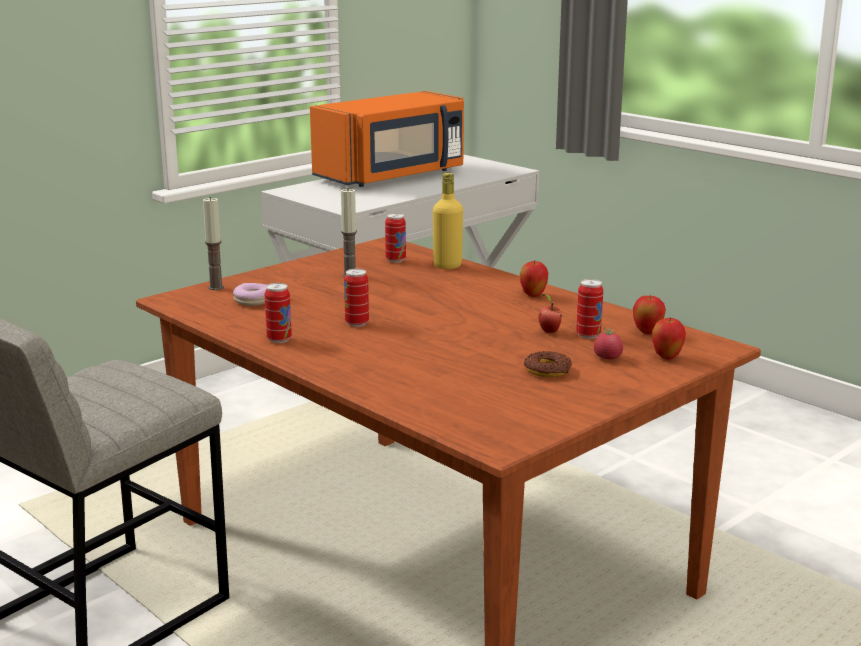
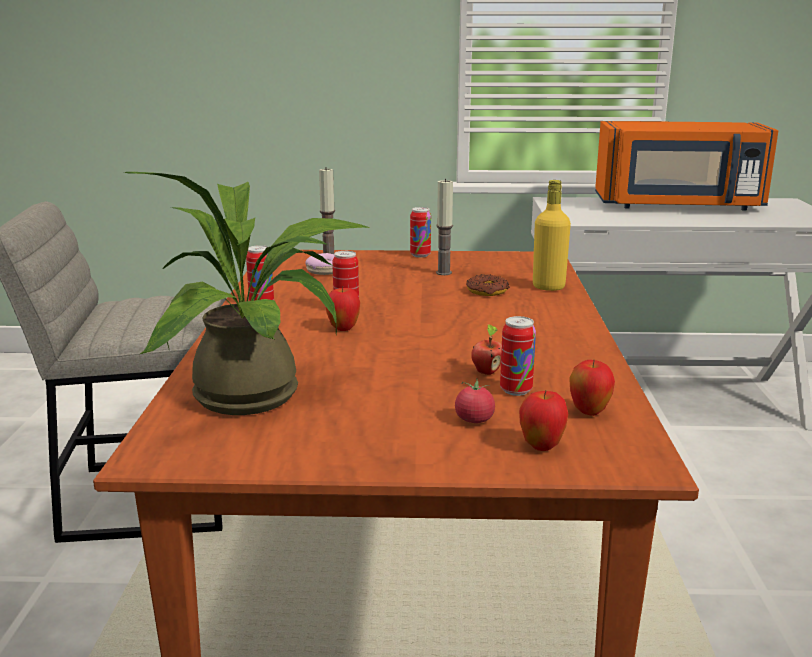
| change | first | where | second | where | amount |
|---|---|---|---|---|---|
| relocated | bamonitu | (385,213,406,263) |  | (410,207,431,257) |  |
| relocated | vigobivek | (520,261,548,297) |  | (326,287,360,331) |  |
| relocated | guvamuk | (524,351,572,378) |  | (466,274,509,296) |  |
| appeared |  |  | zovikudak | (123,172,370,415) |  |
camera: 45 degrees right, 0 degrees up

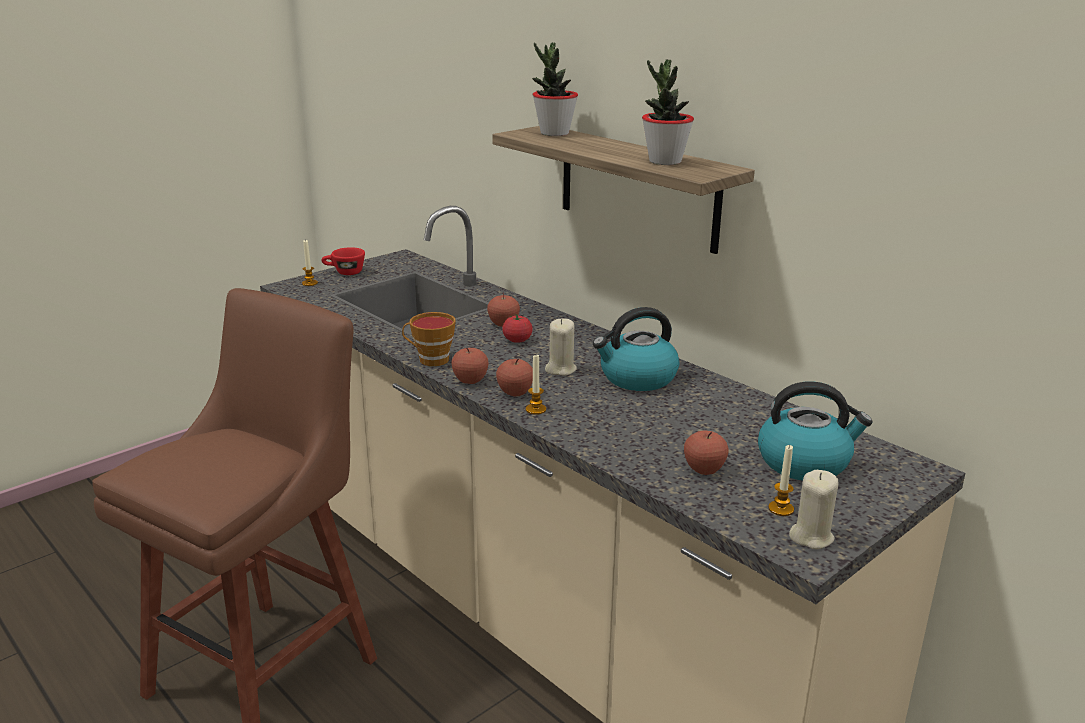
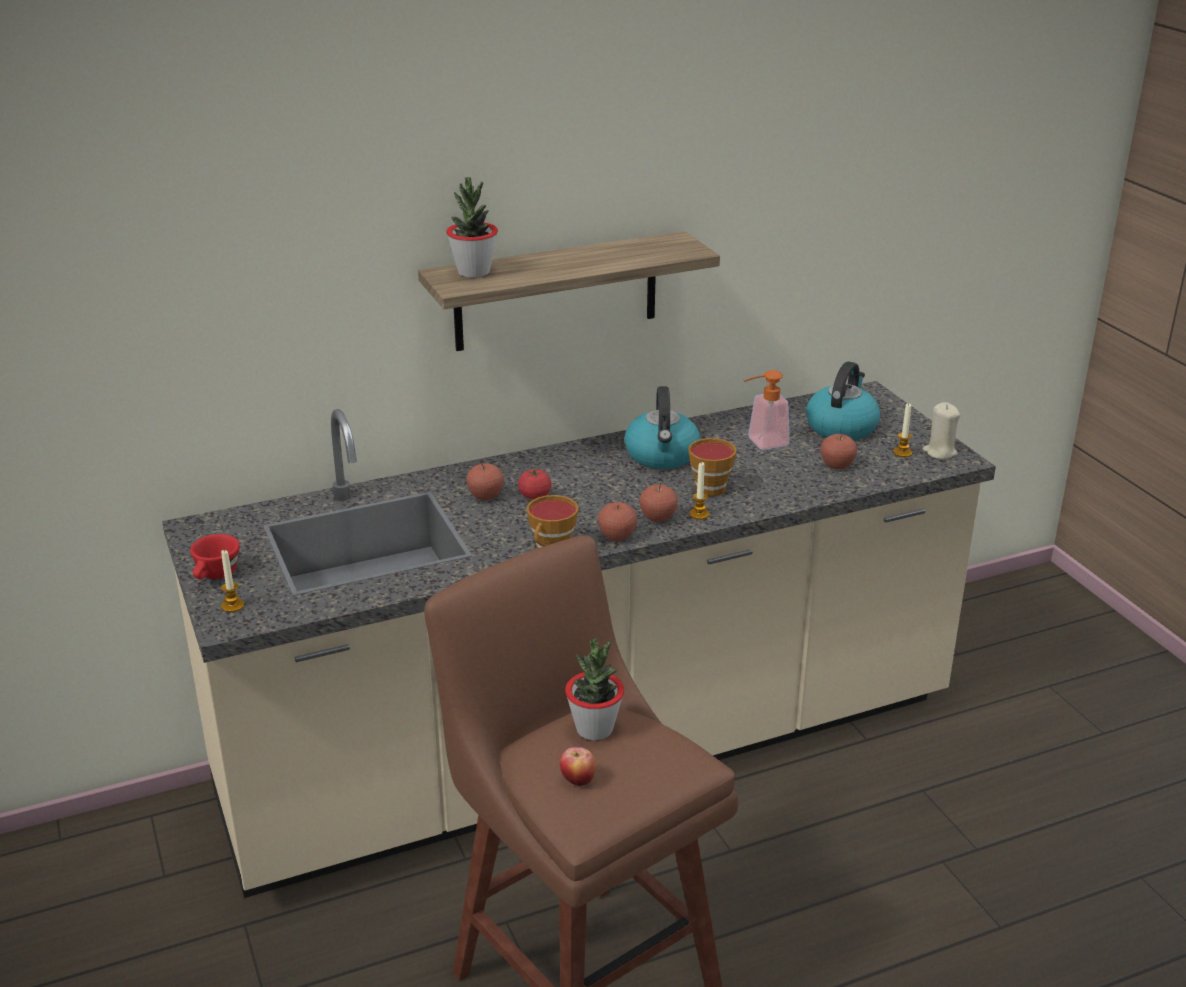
| change | first | where | second | where | amount |
|---|---|---|---|---|---|
| missing | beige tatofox | (545,318,577,376) |  |  |  |
| relocated | zovikudak | (642,60,694,165) |  | (565,638,624,740) |  |
| appeared |  |  | vigobivek | (560,747,596,787) |  |
| appeared |  |  | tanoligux | (688,438,737,496) |  |
| appeared |  |  | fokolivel | (744,370,790,450) |  |
camera: 70 degrees left, 5 degrees up

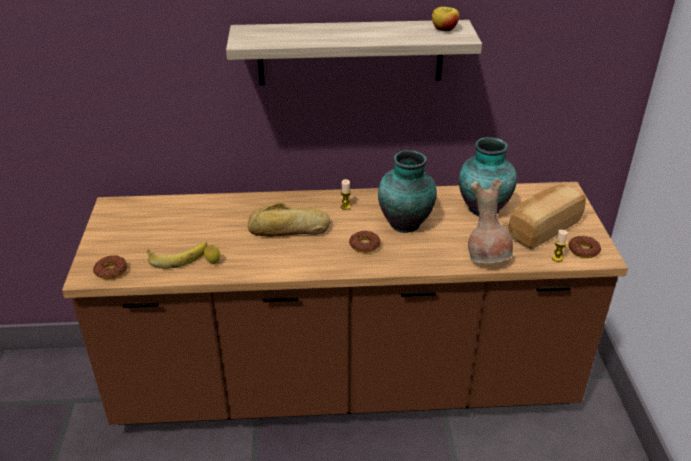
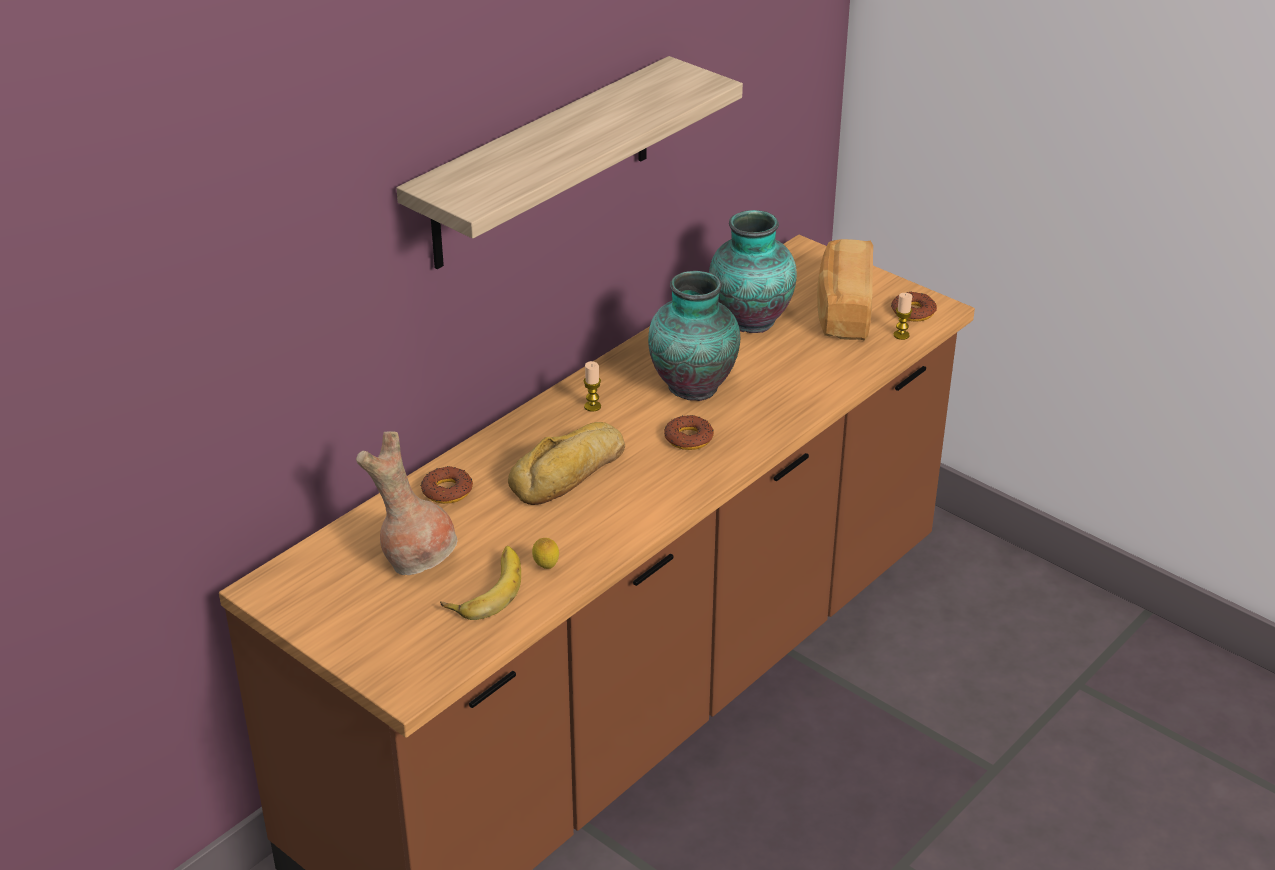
| change | first | where | second | where | amount |
|---|---|---|---|---|---|
| relocated | guvamuk | (93,255,127,279) |  | (421,466,473,504) |  |
| missing | vigobivek | (432,7,459,31) |  |  |  |
| relocated | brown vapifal | (468,178,513,263) |  | (356,431,457,575) |  |
camera: 45 degrees left, 0 degrees up

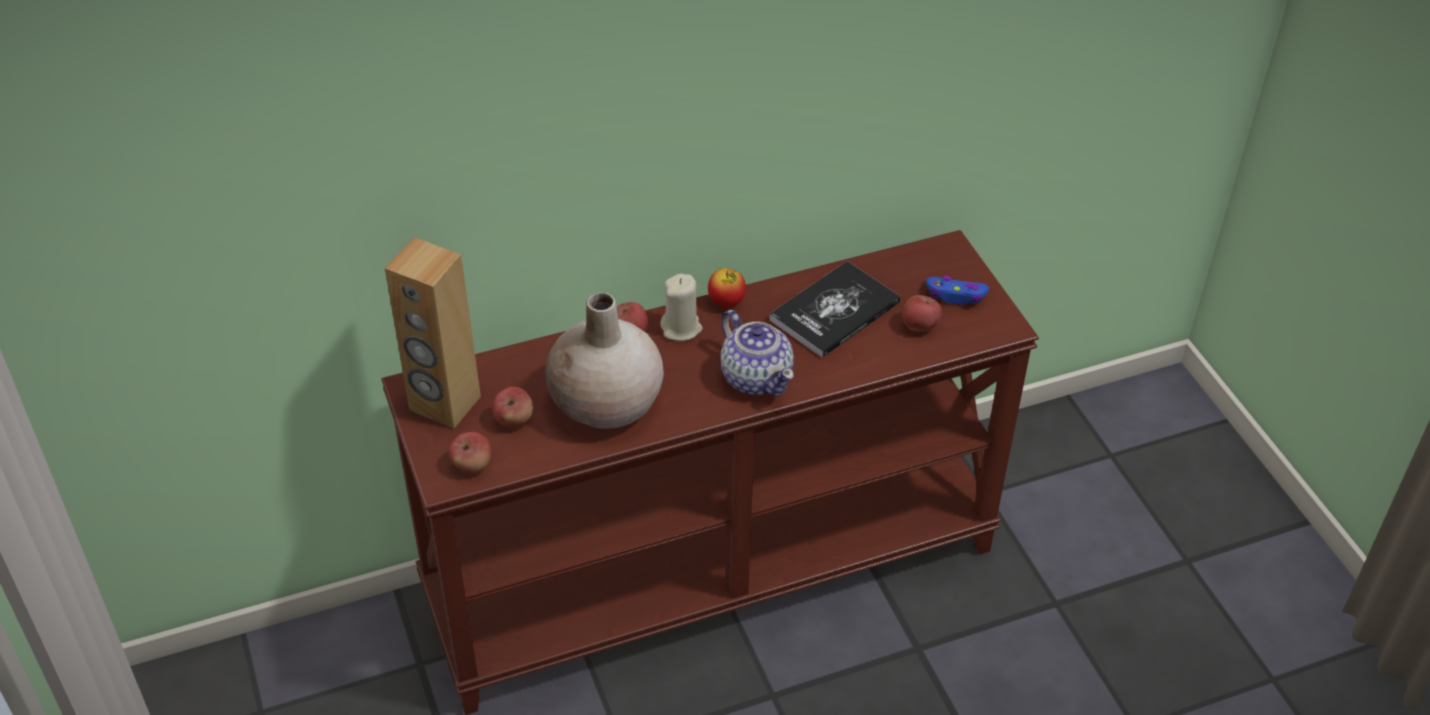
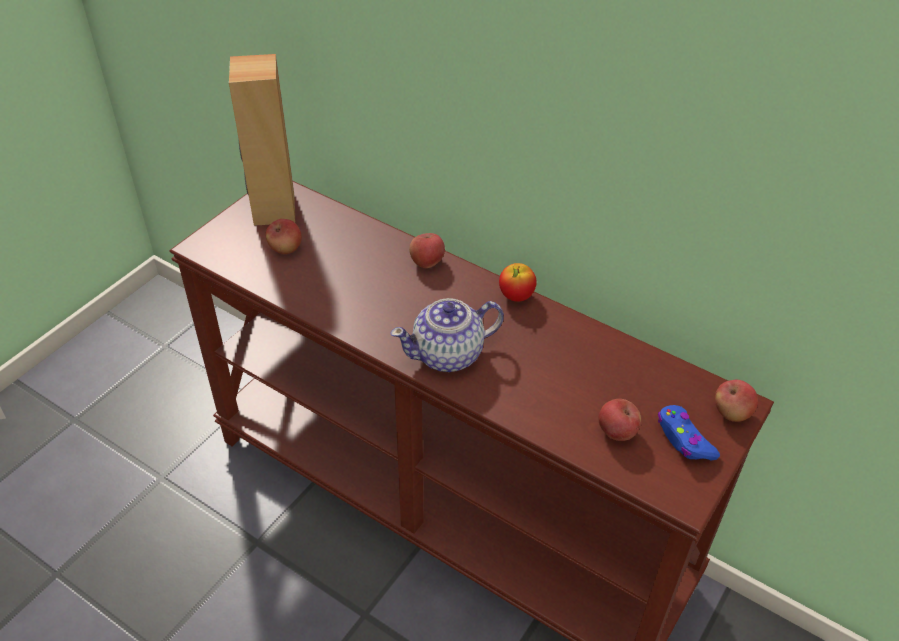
| change | first | where | second | where | amount |
|---|---|---|---|---|---|
| relocated | vigobivek | (449,432,491,473) |  | (715,380,758,422) |  |
| missing | beige vapifal | (545,293,664,429) |  |  |  |
| missing | beige tatofox | (661,274,702,341) |  |  |  |
| spun | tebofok | (721,310,794,396) |  | (390,298,504,372) | 45 degrees clockwise |
| missing | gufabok | (769,261,901,358) |  |  |  |
camera: 55 degrees right, 0 degrees up

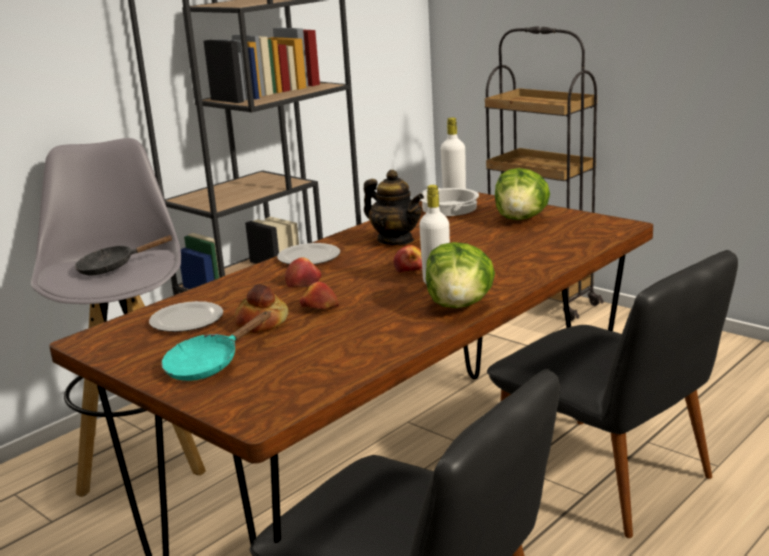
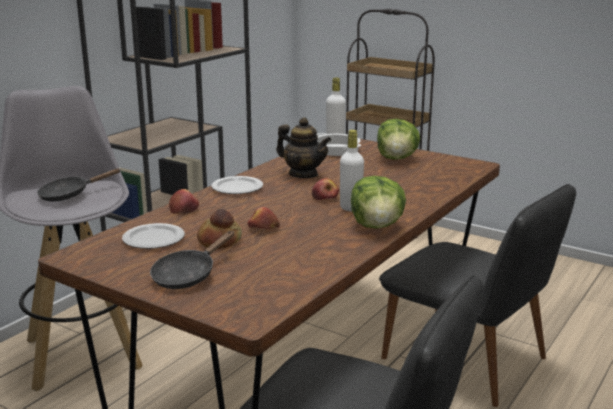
| change | first | where | second | where | amount |
|---|---|---|---|---|---|
| colour | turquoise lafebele | (161,311,271,381) | black lafebele | (150,231,234,289) |  |
| relocated | vigobivek | (285,257,321,287) |  | (169,189,199,214) |  |
camera: 10 degrees left, 0 degrees up

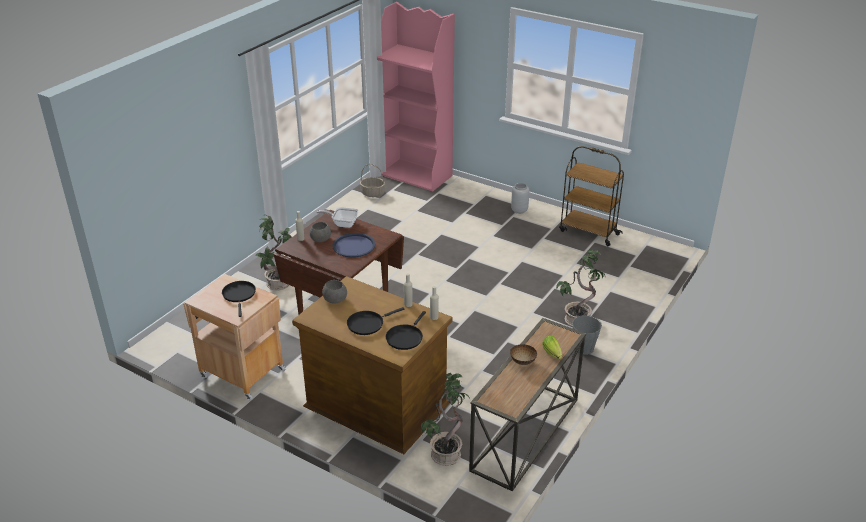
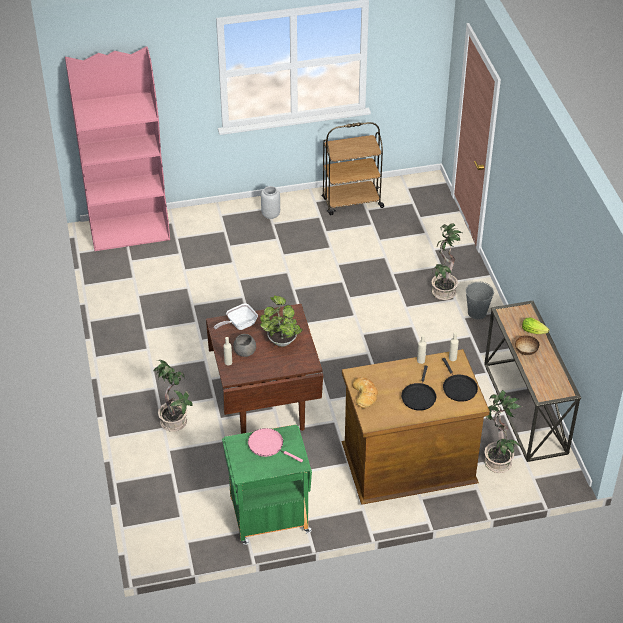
| change | first | where | second | where | amount |
|---|---|---|---|---|---|
| colour | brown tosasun | (183,274,286,400) | green tosasun | (222,424,312,545) |  |
| colour | black lafebele | (222,281,256,317) | pink lafebele | (248,428,303,462) |  |
| exchanged | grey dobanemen | (322,280,347,303) | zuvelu | (352,377,378,408) |  |
| exchanged | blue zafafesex | (332,233,375,258) | zovikudak | (260,295,302,347) |  |
| missing | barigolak | (360,164,385,197) |  |  |  |
camera: 45 degrees left, 10 degrees up

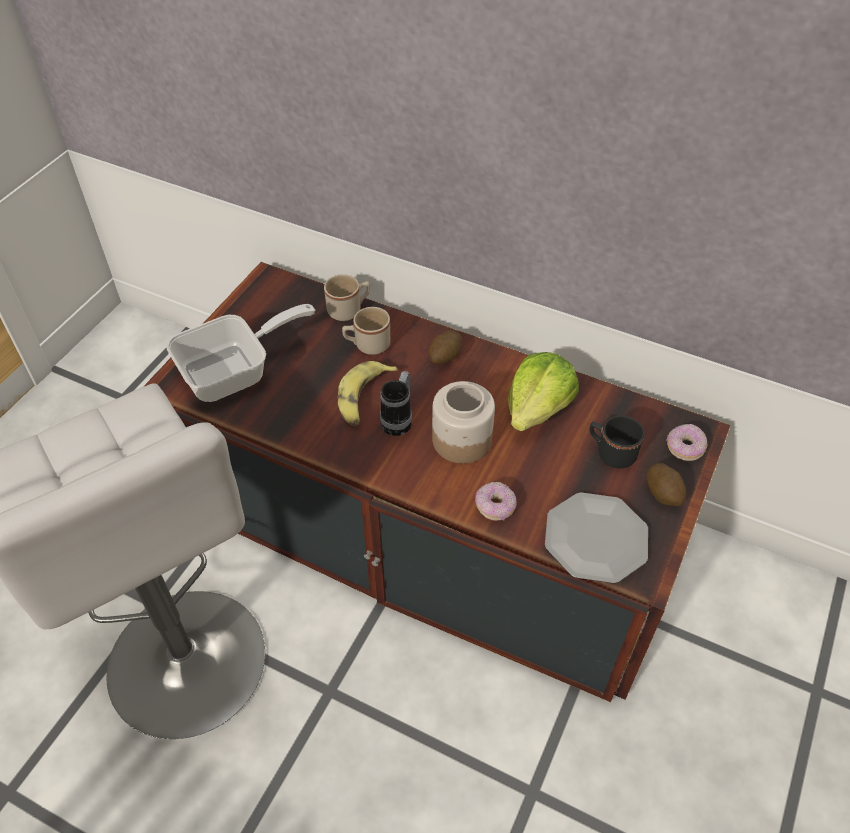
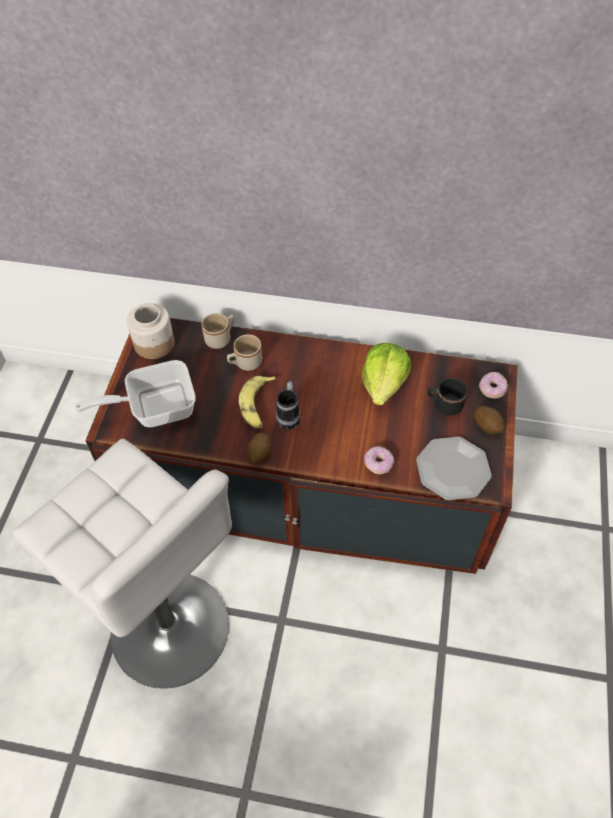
| change | first | where | second | where | amount |
|---|---|---|---|---|---|
| spun | lafebele | (166,304,315,402) |  | (75,360,196,427) | 150 degrees counterclockwise |
| relocated | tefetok | (429,330,462,364) |  | (247,433,271,464) |  |
| relocated | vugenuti | (432,381,495,464) |  | (127,303,175,359) |  |
camera: 15 degrees left, 5 degrees up

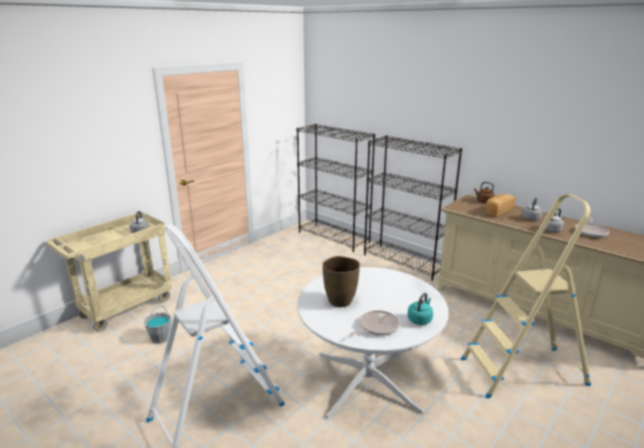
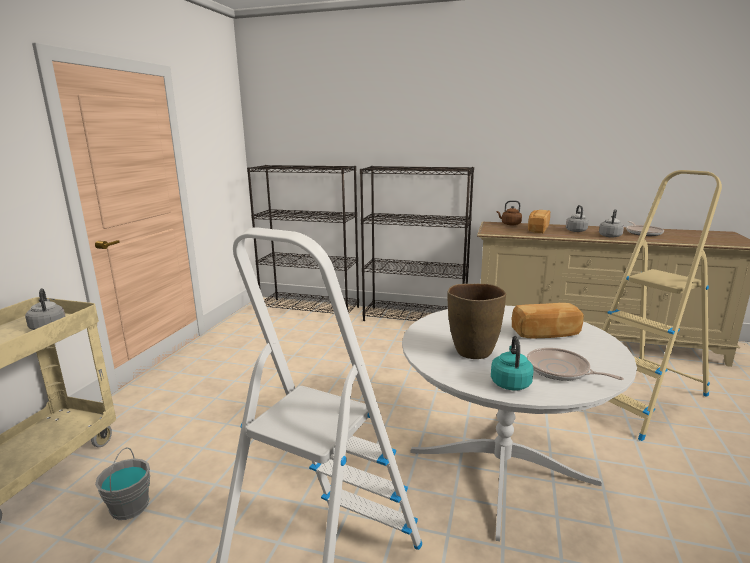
| change | first | where | second | where | amount |
|---|---|---|---|---|---|
| spun | lafebele | (349,310,400,336) |  | (527,348,624,381) | 75 degrees counterclockwise |
| relocated | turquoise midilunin | (408,293,433,325) |  | (491,336,533,390) |  |
| appeared |  |  | zuvelu | (512,303,584,338) |  |
camera: 25 degrees left, 5 degrees down

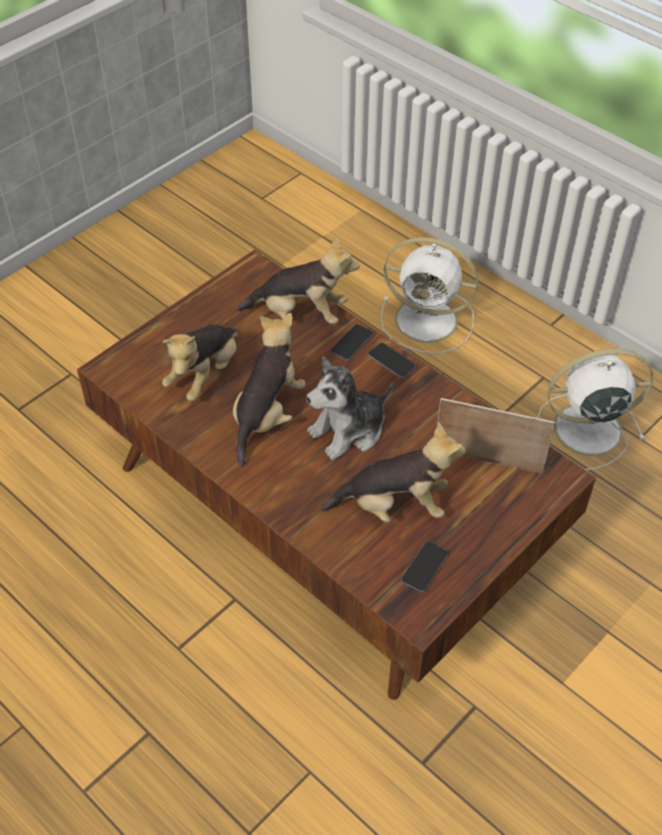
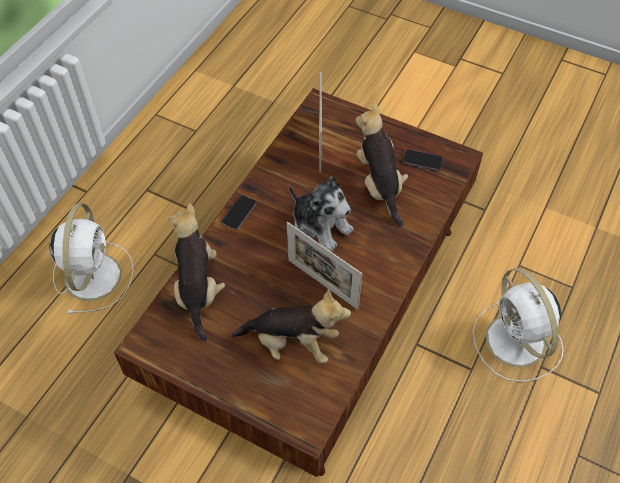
| change | first | where | second | where | amount |
|---|---|---|---|---|---|
| exchanged | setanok | (233,313,306,467) | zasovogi | (287,222,362,310) |  |
| missing | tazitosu | (331,324,373,361) |  |  |  |
| relocated | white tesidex | (537,349,653,470) |  | (472,268,564,382) |  |
camera: 105 degrees left, 5 degrees up

